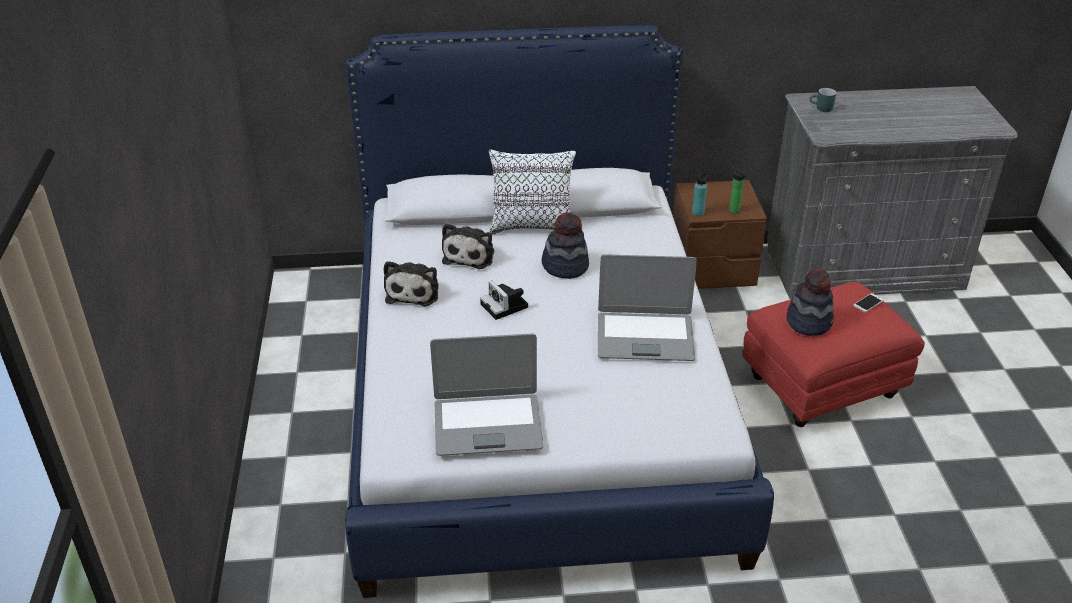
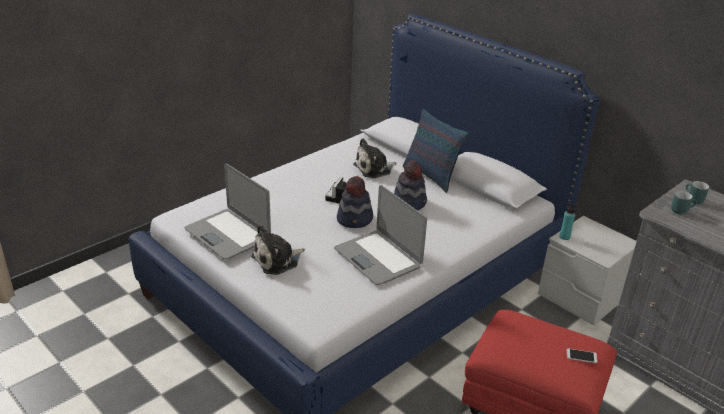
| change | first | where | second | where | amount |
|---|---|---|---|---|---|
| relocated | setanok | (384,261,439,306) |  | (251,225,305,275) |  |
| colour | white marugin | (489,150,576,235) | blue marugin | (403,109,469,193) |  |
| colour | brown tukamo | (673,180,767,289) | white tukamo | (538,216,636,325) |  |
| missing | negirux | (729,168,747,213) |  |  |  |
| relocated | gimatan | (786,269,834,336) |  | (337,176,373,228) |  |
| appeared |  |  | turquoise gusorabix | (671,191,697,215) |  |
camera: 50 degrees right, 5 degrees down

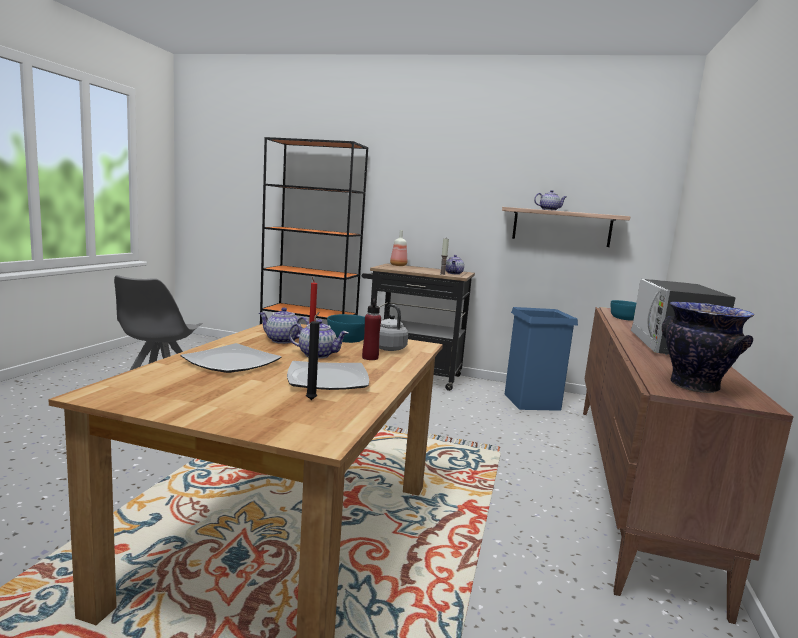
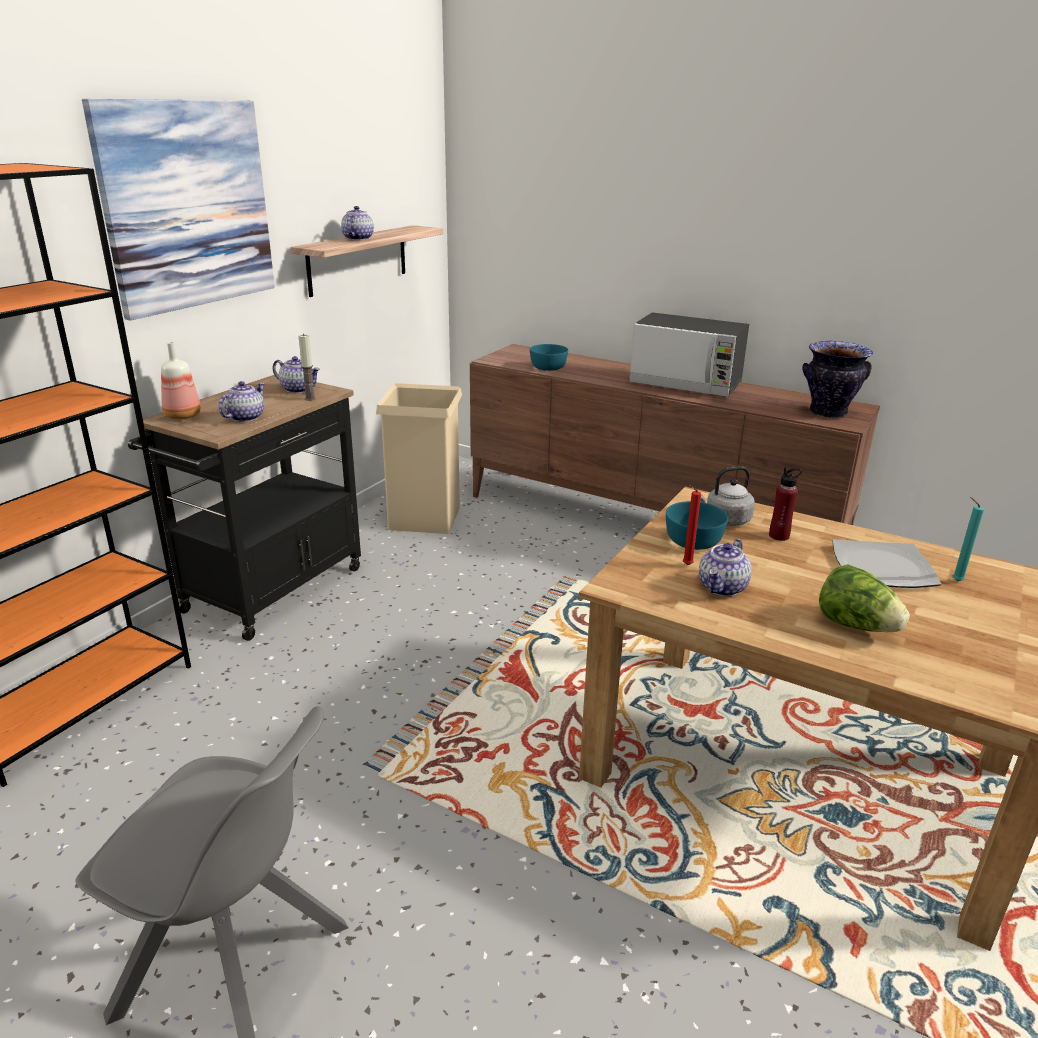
| change | first | where | second | where | amount |
|---|---|---|---|---|---|
| exchanged | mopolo | (181,343,282,373) | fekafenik | (819,564,910,632) |  |
| relocated | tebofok | (289,319,348,359) |  | (219,381,265,422) |  |
| colour | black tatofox | (306,312,320,400) | turquoise tatofox | (953,497,984,582) |  |
| colour | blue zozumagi | (505,307,578,411) | beige zozumagi | (376,383,462,534) |  |
| appeared |  |  | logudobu | (82,99,275,321) |  |
camera: 75 degrees left, 15 degrees up

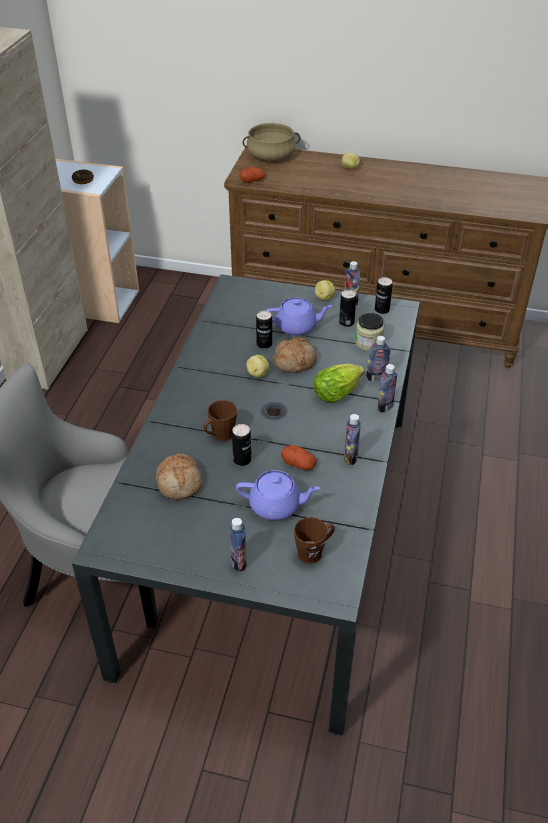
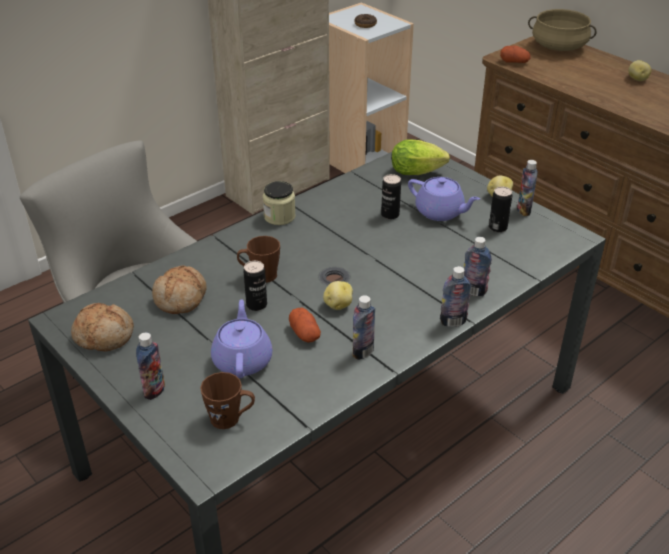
| change | first | where | second | where | amount |
|---|---|---|---|---|---|
| spun | purple tebofok | (236,470,320,520) |  | (211,299,273,378) | 135 degrees counterclockwise |
| relocated | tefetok | (246,355,269,378) |  | (323,281,353,310) |  |
| relocated | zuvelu | (273,337,317,373) |  | (71,303,134,352) |  |
| relocated | fekafenik | (314,364,364,403) |  | (392,139,450,175) |  |
| relocated | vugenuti | (355,313,384,351) |  | (263,181,296,225) |  |
| missing | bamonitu | (375,277,393,314) |  |  |  |
camera: 35 degrees right, 5 degrees down

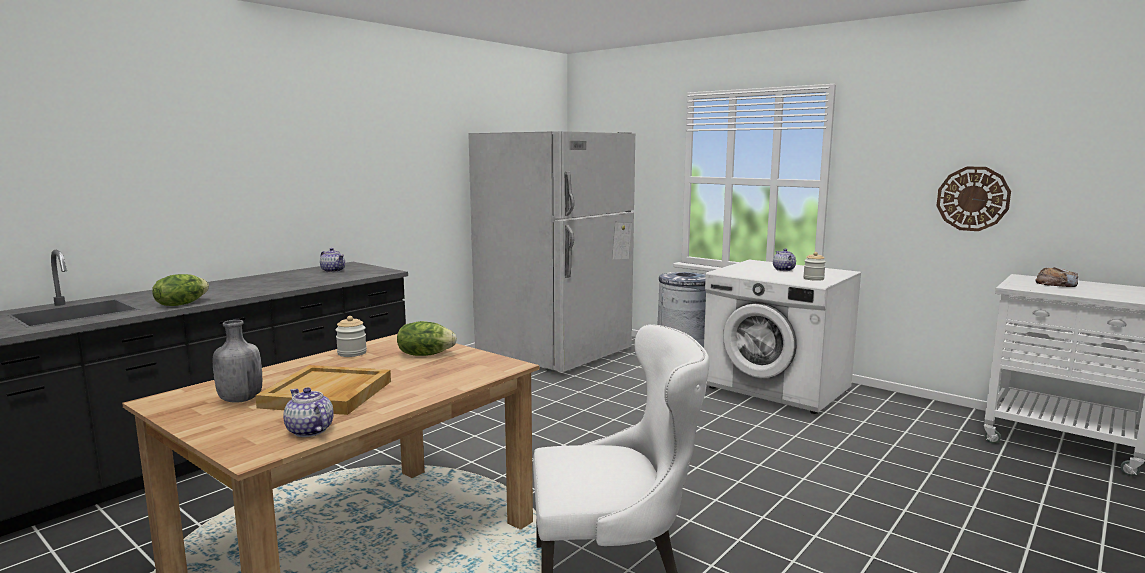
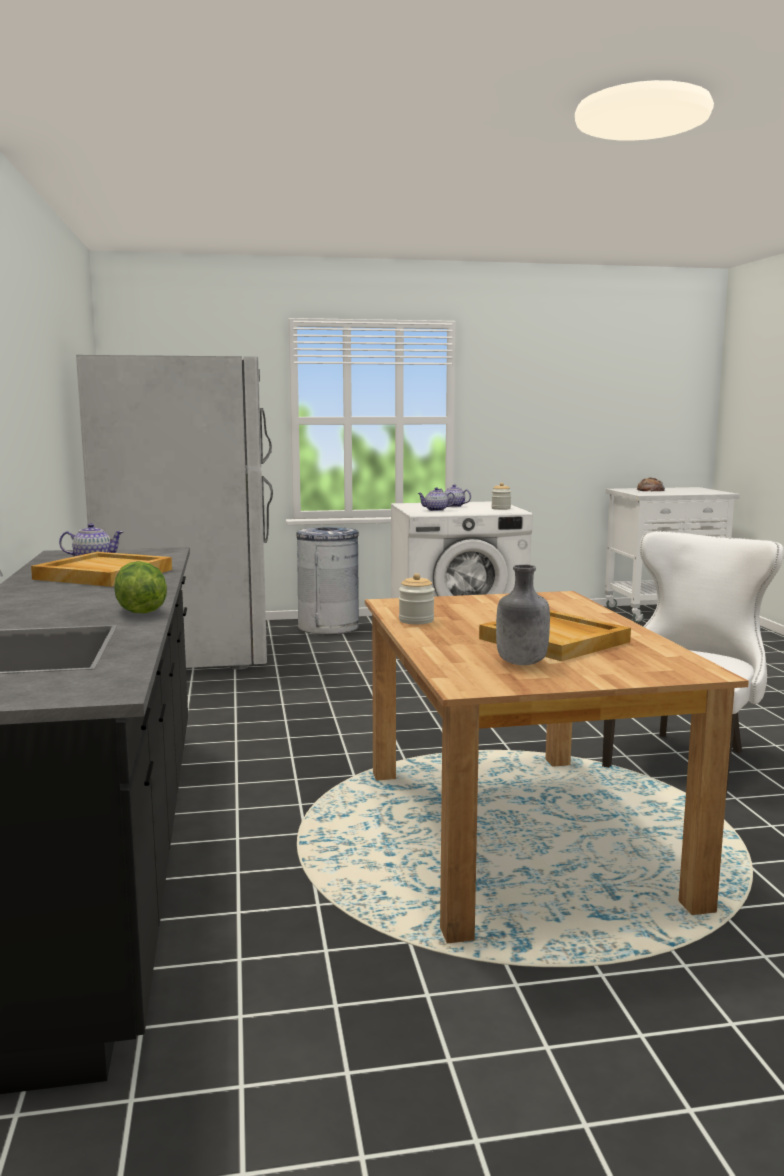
| change | first | where | second | where | amount |
|---|---|---|---|---|---|
| relocated | tebofok | (283,387,334,437) |  | (417,488,455,511) |  |
| missing | fekafenik | (397,321,457,356) |  |  |  |
| missing | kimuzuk | (937,167,1011,231) |  |  |  |
| appeared |  |  | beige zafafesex | (31,552,172,587) |  |
camera: 50 degrees left, 0 degrees up

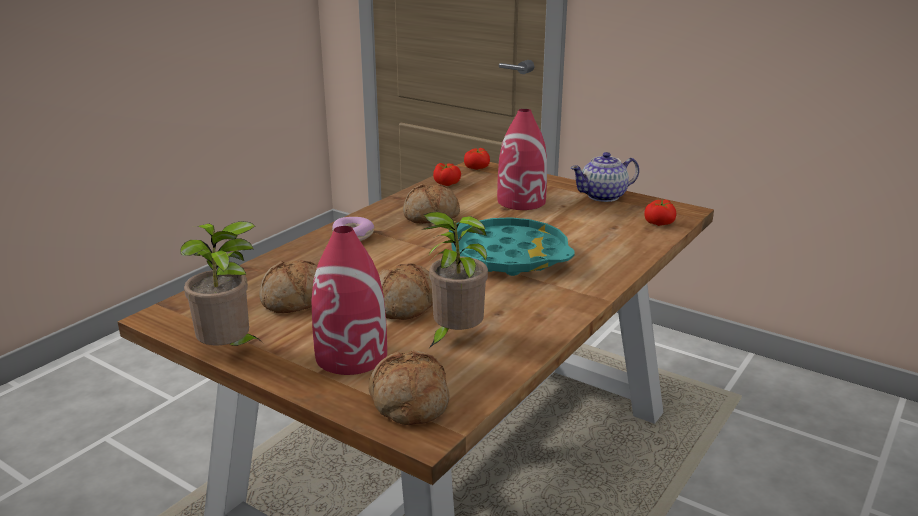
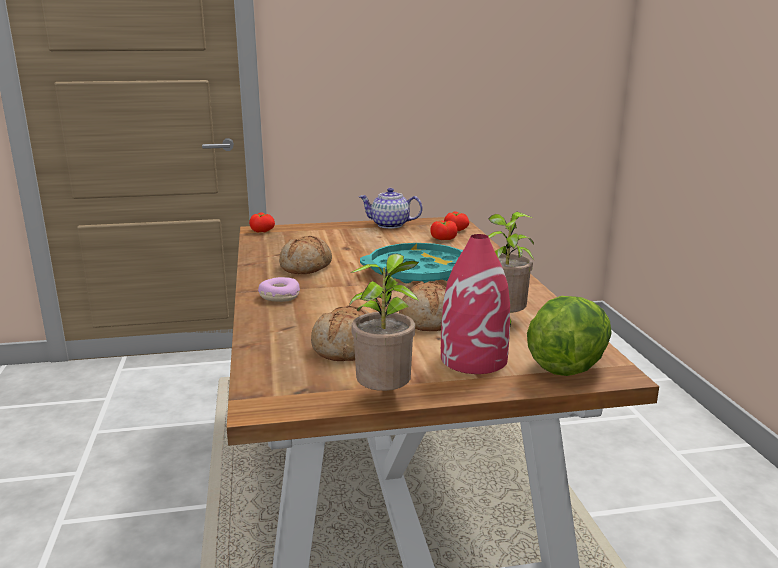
| change | first | where | second | where | amount |
|---|---|---|---|---|---|
| exchanged | zuvelu | (368,350,449,425) | fekafenik | (527,296,612,376) |  |
| relocated | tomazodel | (433,163,461,186) |  | (430,220,457,240) |  |
| missing | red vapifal | (497,109,547,210) |  |  |  |
| spun | tebofok | (571,152,639,202) |  | (359,188,423,229) | 75 degrees clockwise |
camera: 45 degrees left, 5 degrees down

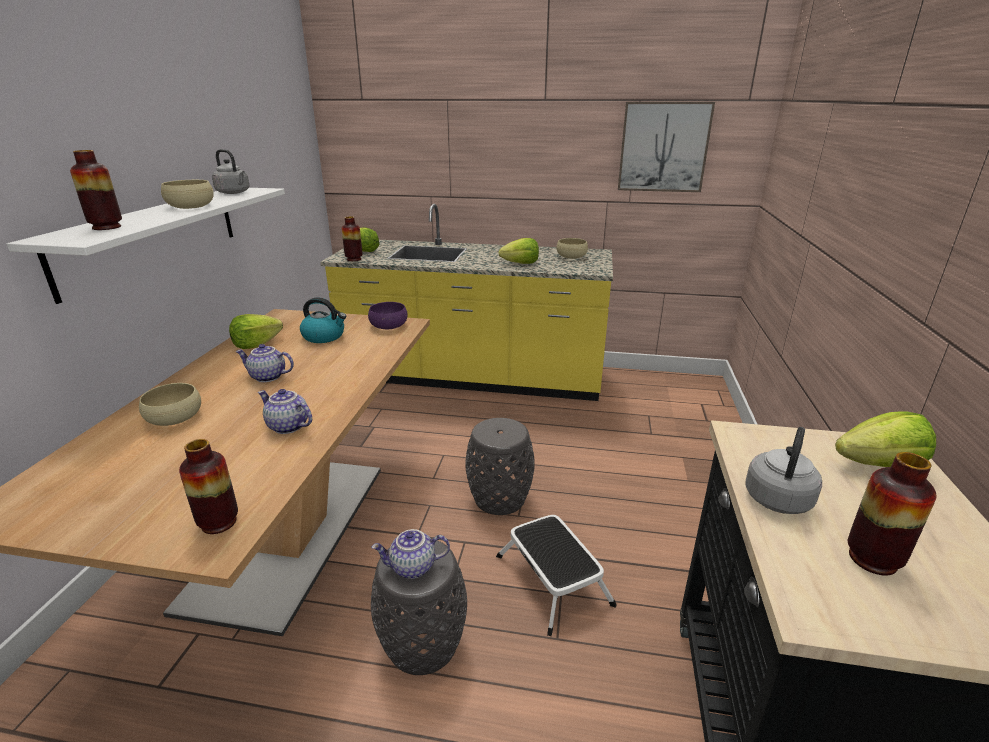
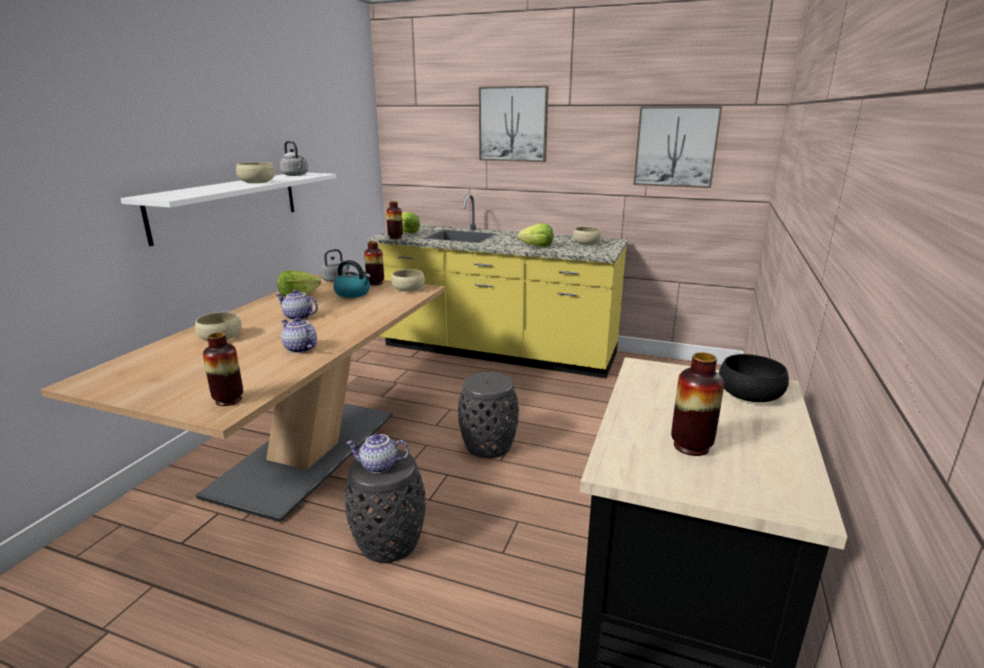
| change | first | where | second | where | amount |
|---|---|---|---|---|---|
| relocated | vapifal | (70,150,122,230) |  | (364,241,384,285) |  |
| colour | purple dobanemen | (368,302,408,329) | beige dobanemen | (391,269,425,292) |  |
| missing | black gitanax | (496,515,617,636) |  |  |  |
| relocated | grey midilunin | (746,427,822,514) |  | (321,249,350,282) |  |
| exchanged | fekafenik | (835,411,936,467) | black dobanemen | (719,354,789,402) |  |
| appeared |  |  | logudobu | (479,86,549,162) |  |
camera: 10 degrees right, 5 degrees down

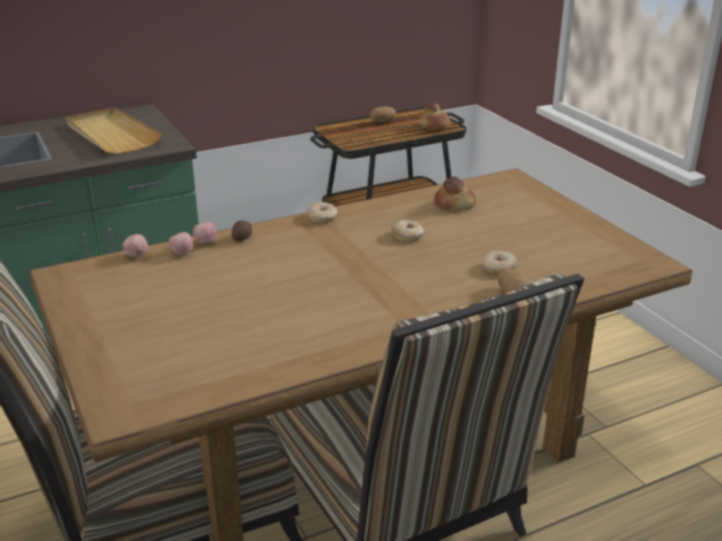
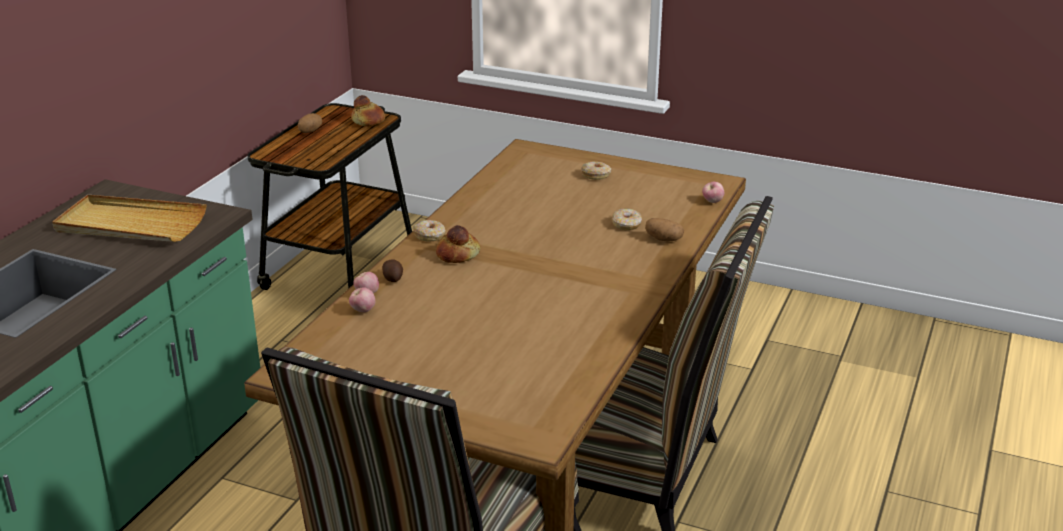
| change | first | where | second | where | amount |
|---|---|---|---|---|---|
| relocated | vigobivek | (122,234,148,257) |  | (702,182,724,203) |  |
| relocated | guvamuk | (391,220,424,242) |  | (581,162,611,180) |  |
| relocated | zuvelu | (434,177,476,210) |  | (436,225,481,263) |  |
camera: 40 degrees left, 0 degrees up

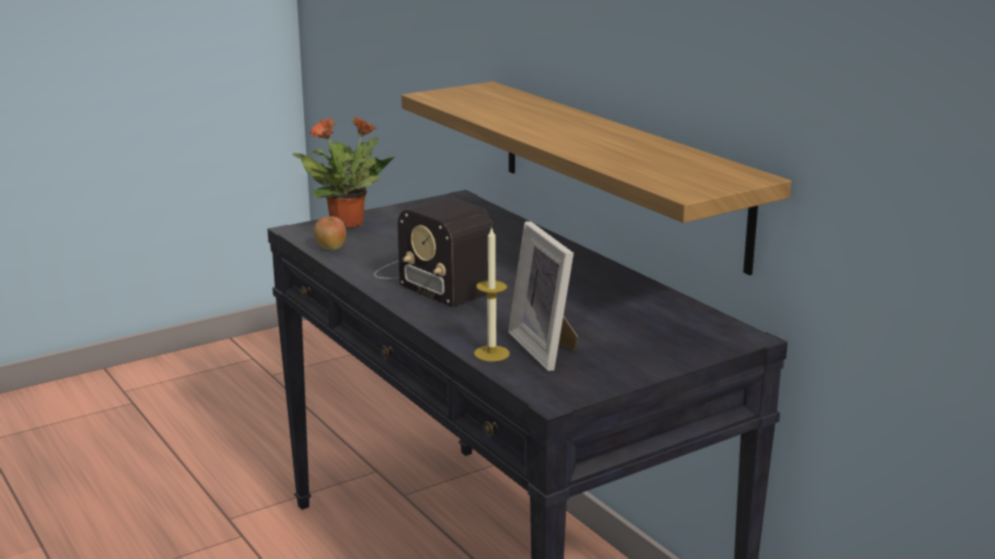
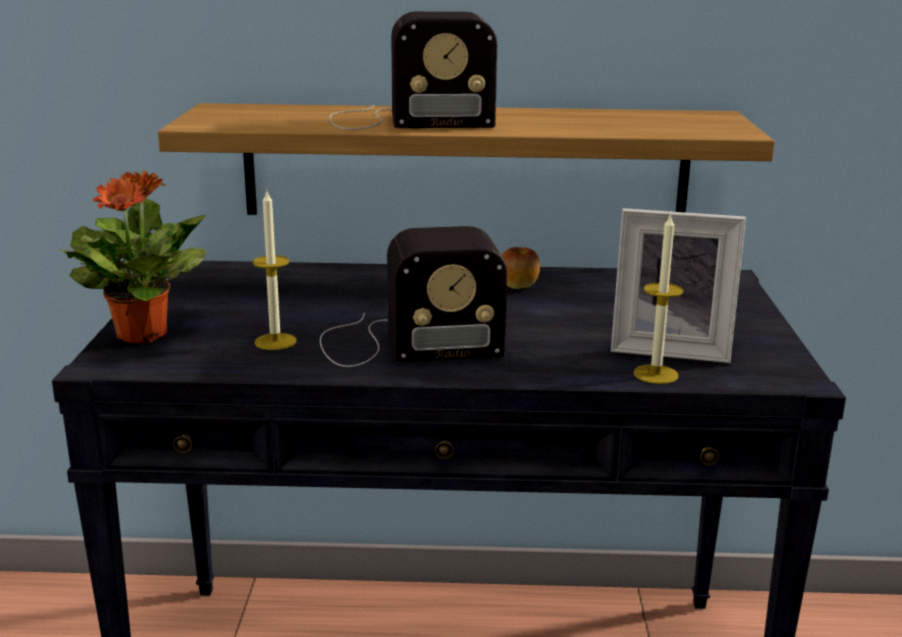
| change | first | where | second | where | amount |
|---|---|---|---|---|---|
| relocated | vigobivek | (314,216,346,251) |  | (501,247,540,289) |  |
| appeared |  |  | tatofox | (252,191,297,350) |  |
| appeared |  |  | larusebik | (329,11,497,130) |  |
camera: 55 degrees left, 0 degrees up

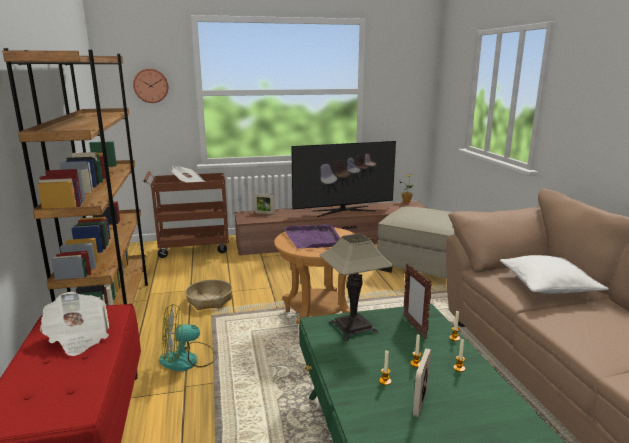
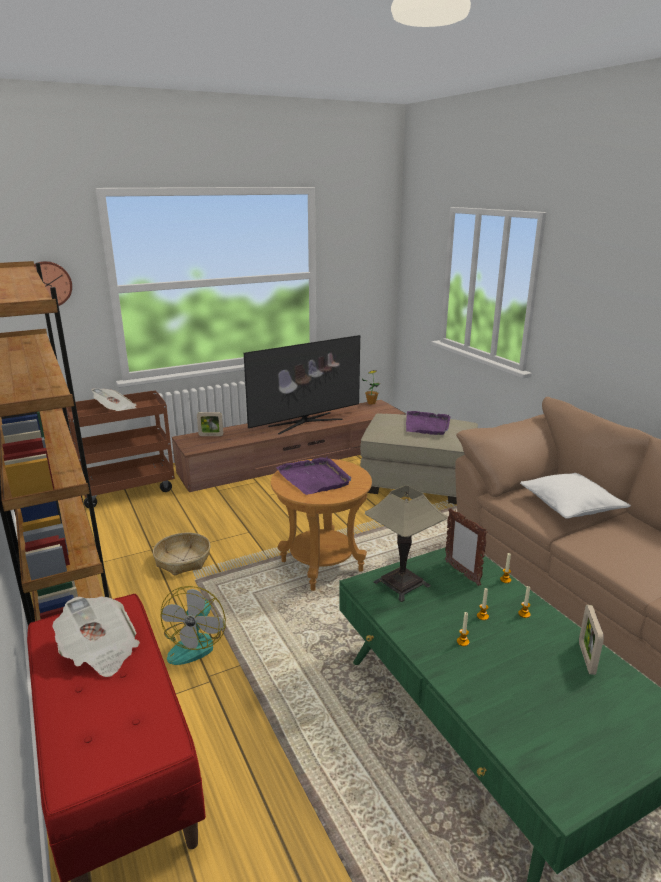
| change | first | where | second | where | amount |
|---|---|---|---|---|---|
| spun | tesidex | (159,304,217,371) |  | (161,586,226,665) | 45 degrees counterclockwise |
| relocated | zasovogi | (413,348,431,417) |  | (579,605,604,675) |  |
| appeared |  |  | purple zafafesex | (406,411,451,435) |  |
camera: 15 degrees left, 5 degrees up

